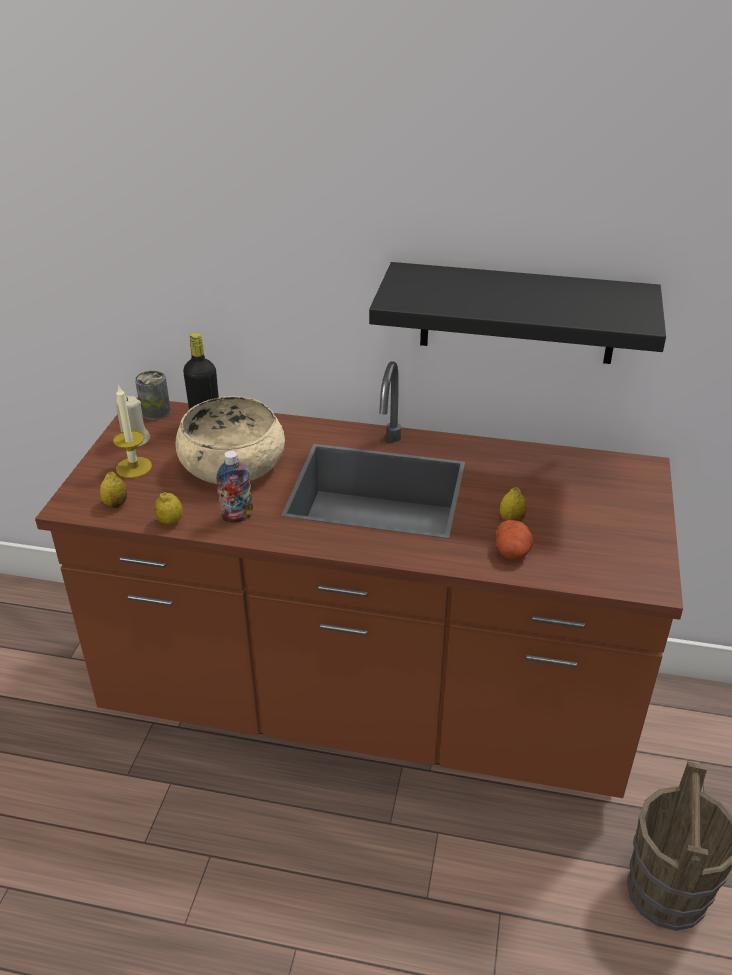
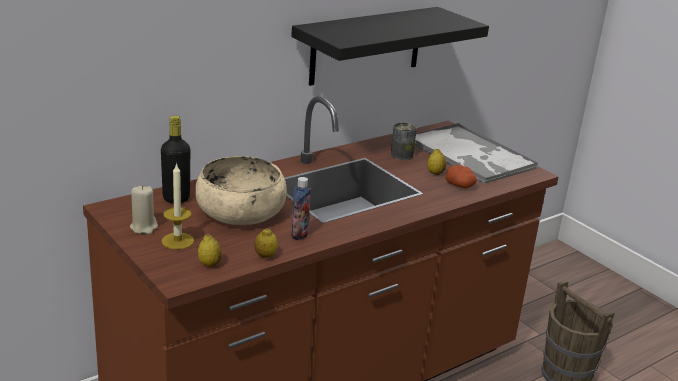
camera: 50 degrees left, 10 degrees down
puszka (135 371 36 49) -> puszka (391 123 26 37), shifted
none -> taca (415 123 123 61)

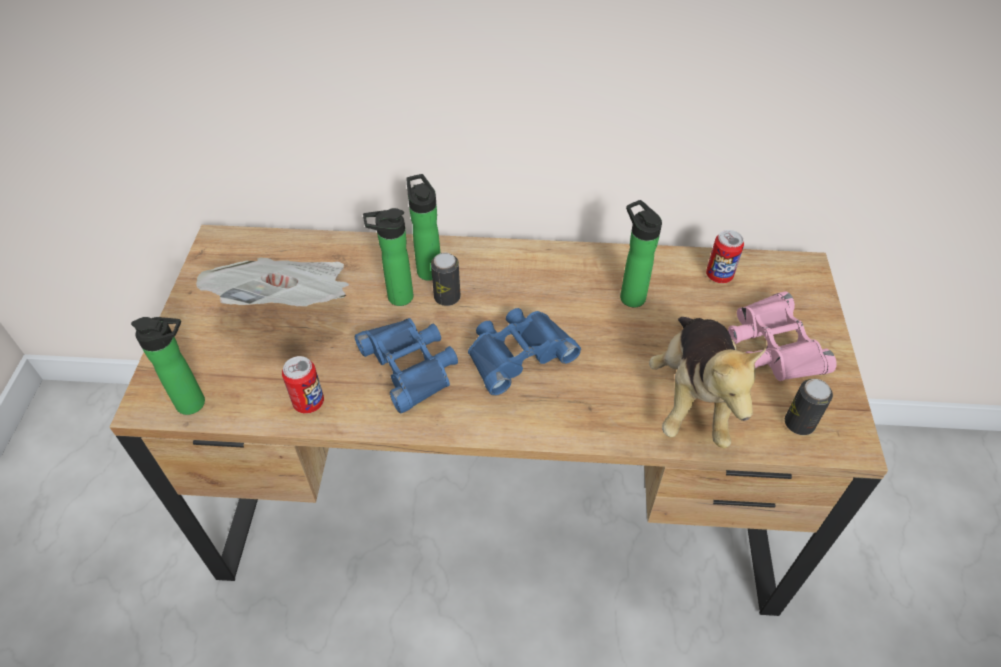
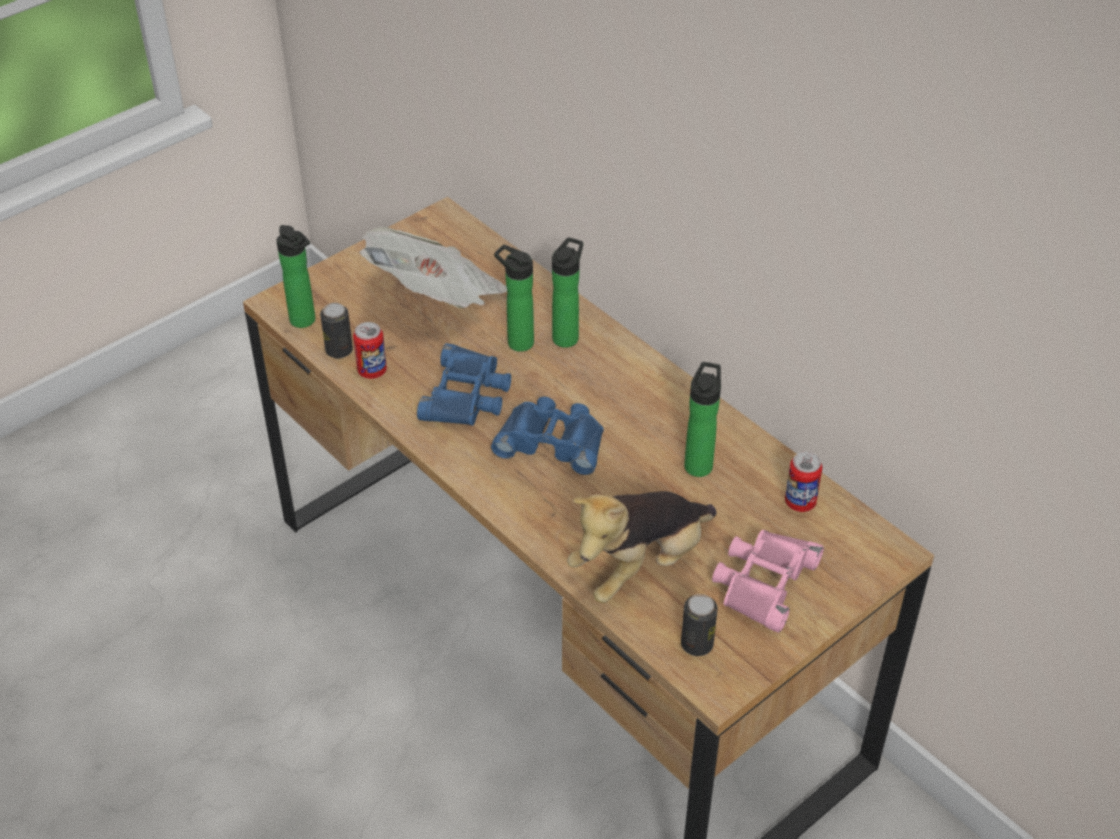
camera: 45 degrees right, 5 degrees down
puszka (431 253 30 53) -> puszka (320 303 33 55), shifted

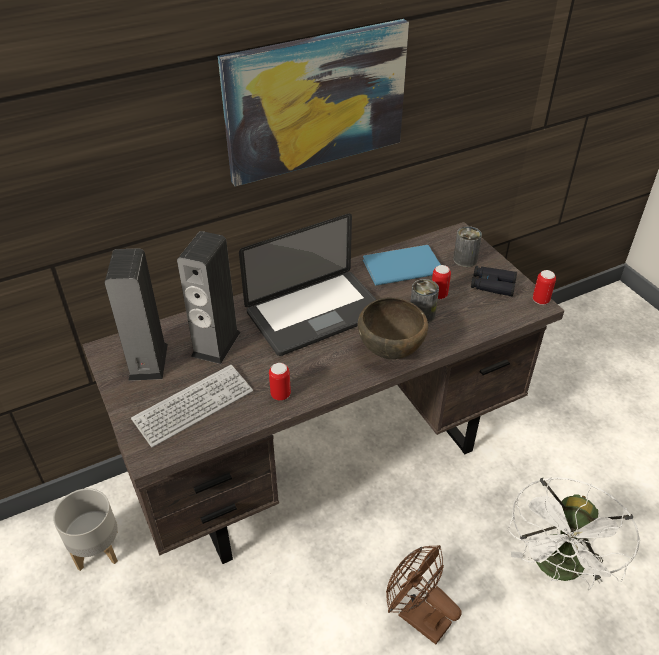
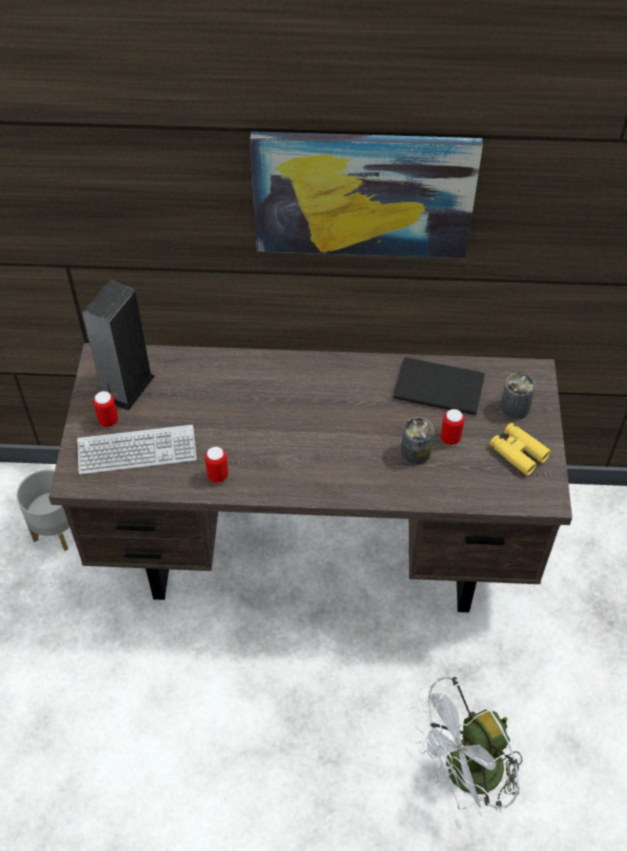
camera: 30 degrees right, 10 degrees up
laptop (239 213 138 143) -> none
głośnik (177 231 63 133) -> none
książka (niebieski) (363 245 78 41) -> książka (czarny) (393 357 92 58)
lornetka (czarny) (471 266 46 30) -> lornetka (żółty) (490 423 61 53)
puszka (533 270 23 35) -> puszka (93 391 25 36), shifted
miska (brązowy) (358 298 70 61) -> none
wentylator (brązowy) (386 545 76 99) -> none

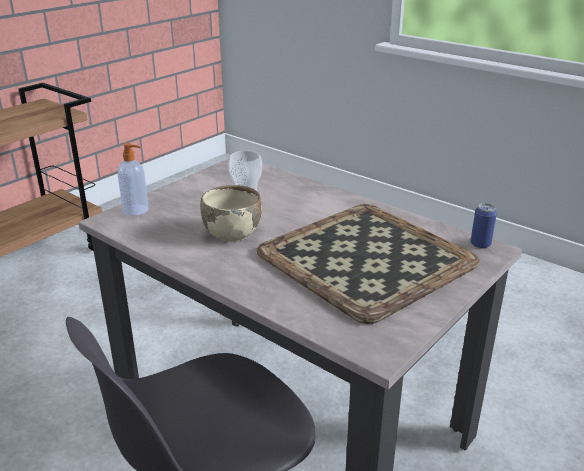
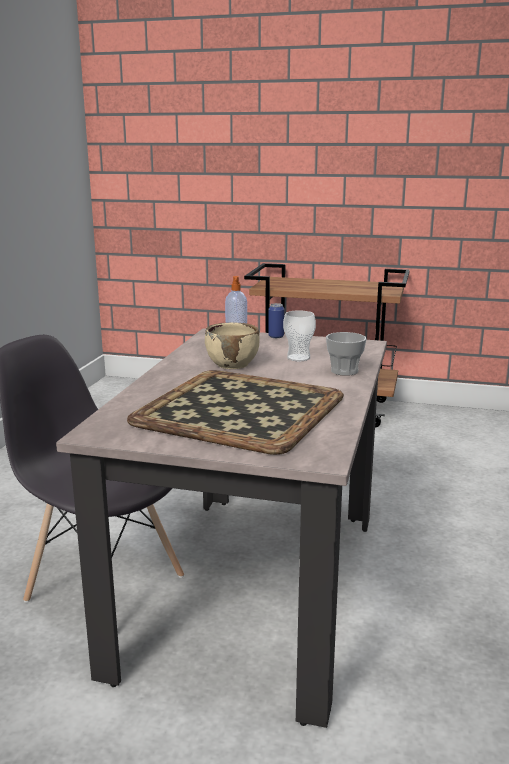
camera: 65 degrees right, 10 degrees down
puszka (471 203 26 46) -> puszka (268 303 16 35), shifted
none -> filiżanka (326 332 41 44)

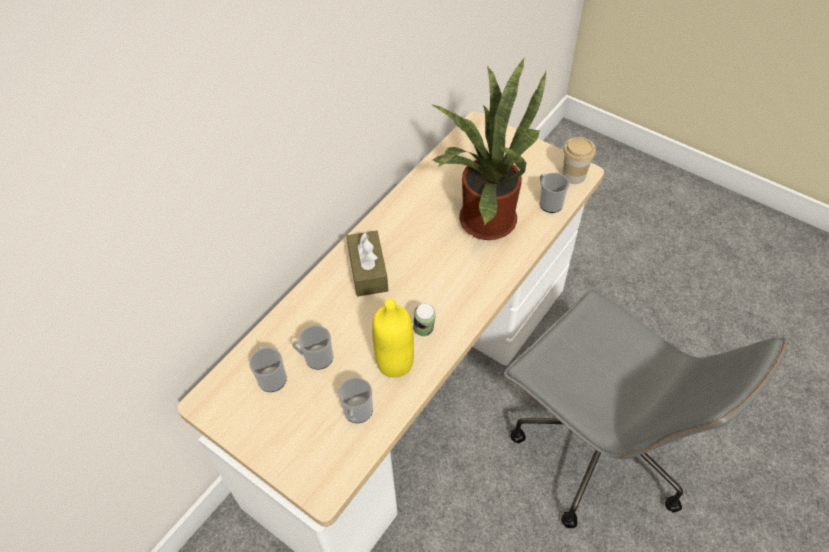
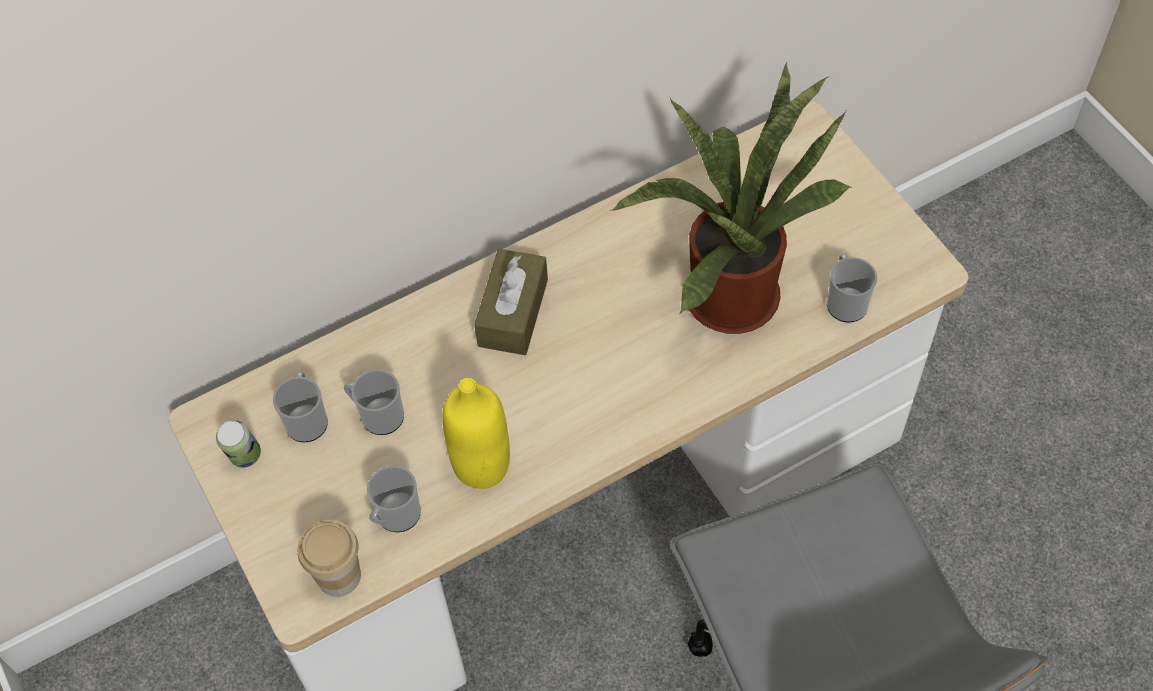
camera: 25 degrees right, 5 degrees up
filiżanka (562 137 34 47) -> filiżanka (298 520 63 77), shifted
puszka (413 303 23 33) -> puszka (216 420 45 48), shifted

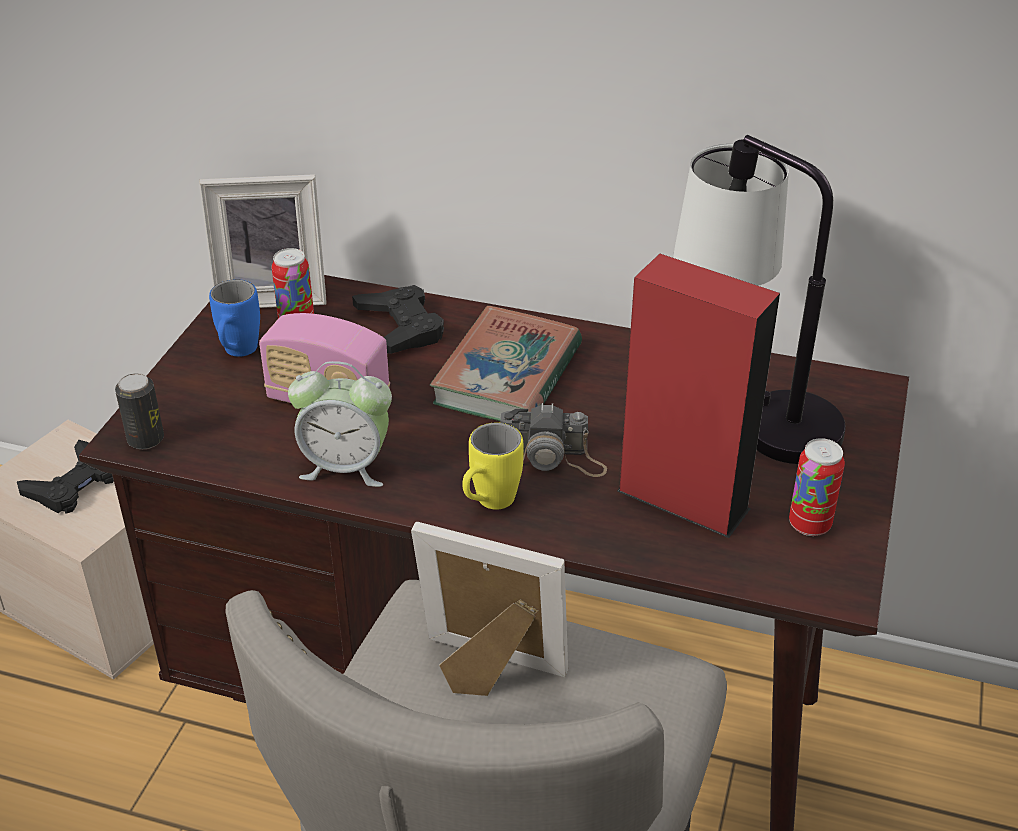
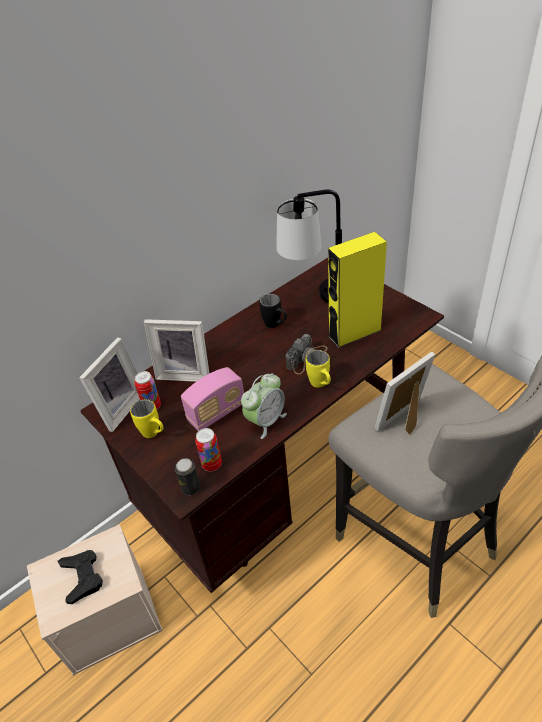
camera: 55 degrees left, 5 degrees up
głośnik (czerwony) (617 254 163 284) -> głośnik (żółty) (328 232 59 116)
kubek (niebieski) (209 279 51 78) -> kubek (żółty) (130 399 33 39)
pad do gier (czarny) (352 285 92 69) -> ramka na zdjęcie (144 319 66 63)
książka (430 306 152 115) -> none
puszka (789 438 56 98) -> puszka (195 428 27 44), shifted
none -> kubek (czarny) (259 294 28 34)

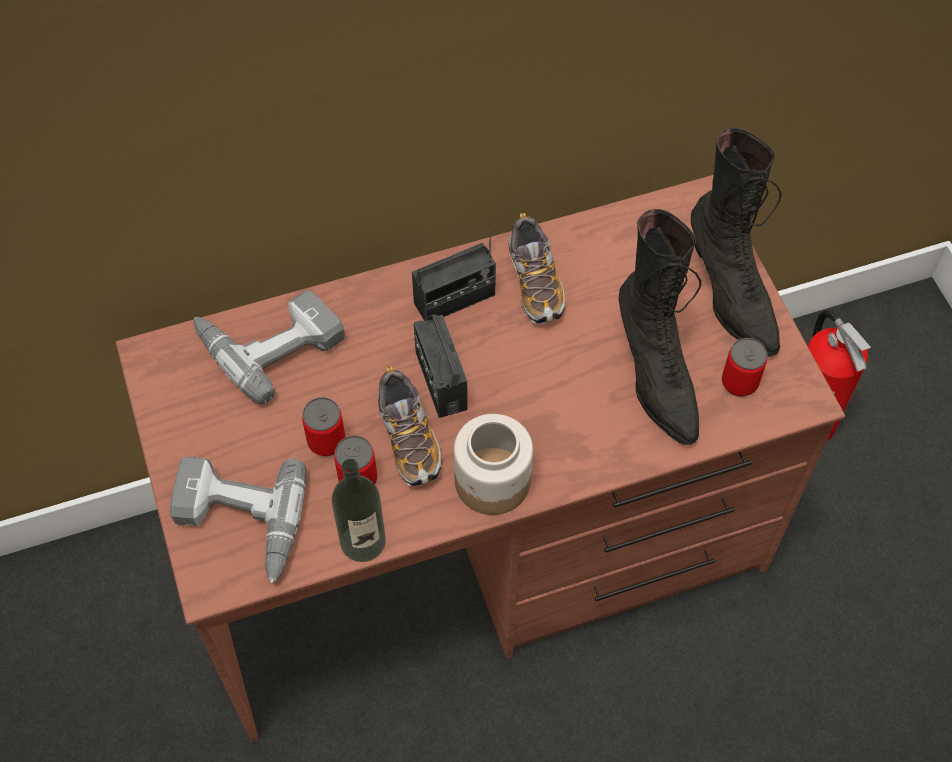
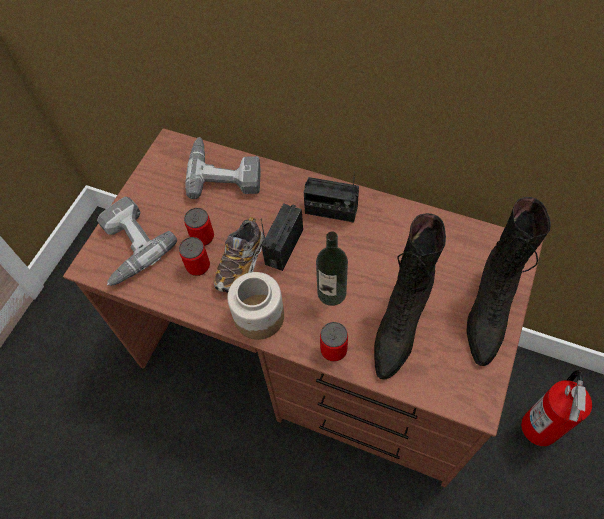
camera: 45 degrees right, 0 degrees up
but (508 213 57 111) -> none
puszka (722 338 46 59) -> puszka (320 322 28 39), shifted
butelka (332 459 54 103) -> butelka (316 232 32 74), shifted

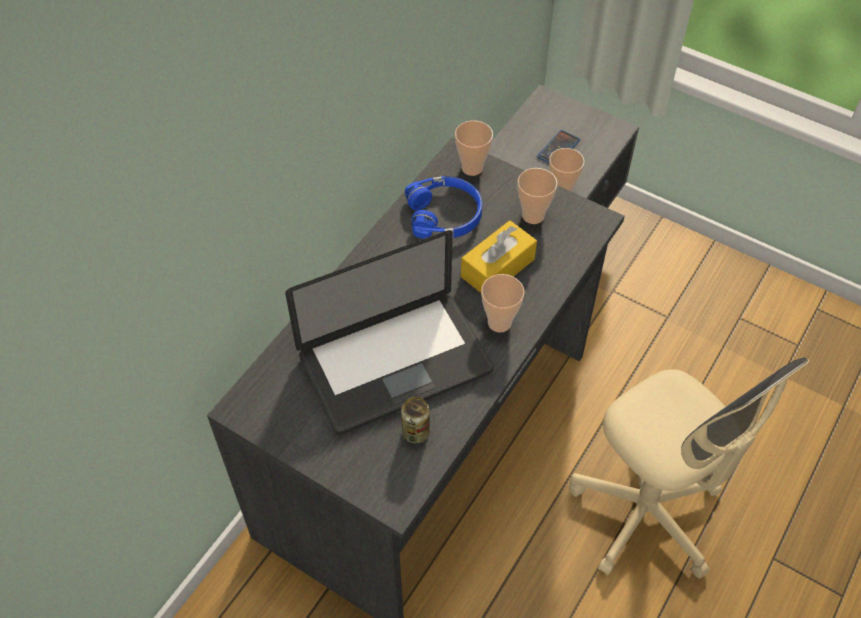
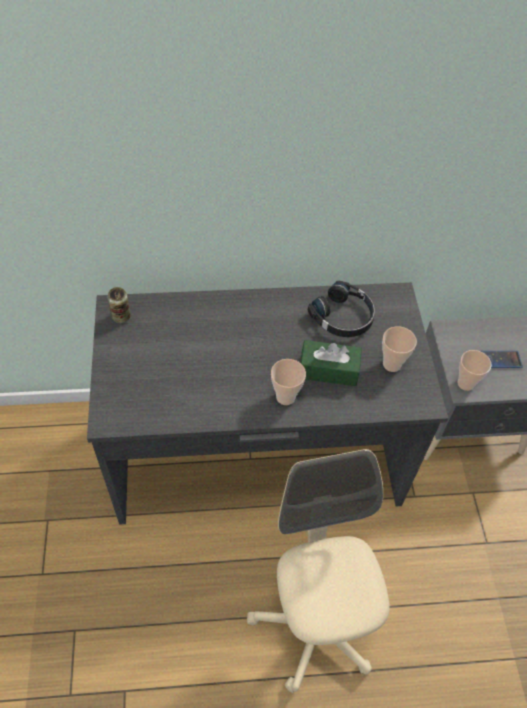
camera: 50 degrees right, 0 degrees up
filiżanka (455 121 38 55) -> none
słuchawki (niebieski) (405 176 78 63) -> słuchawki (czarny) (308 281 67 56)
pudełko chusteczek (żółty) (461 220 76 73) -> pudełko chusteczek (zielony) (300 340 62 46)
laptop (285 230 209 205) -> none
krzesło biurowe (beżowy) (569 358 240 220) -> krzesło biurowe (beżowy) (247 449 143 244), 150 degrees clockwise
puszka (401 397 29 47) -> puszka (107 287 24 36), shifted

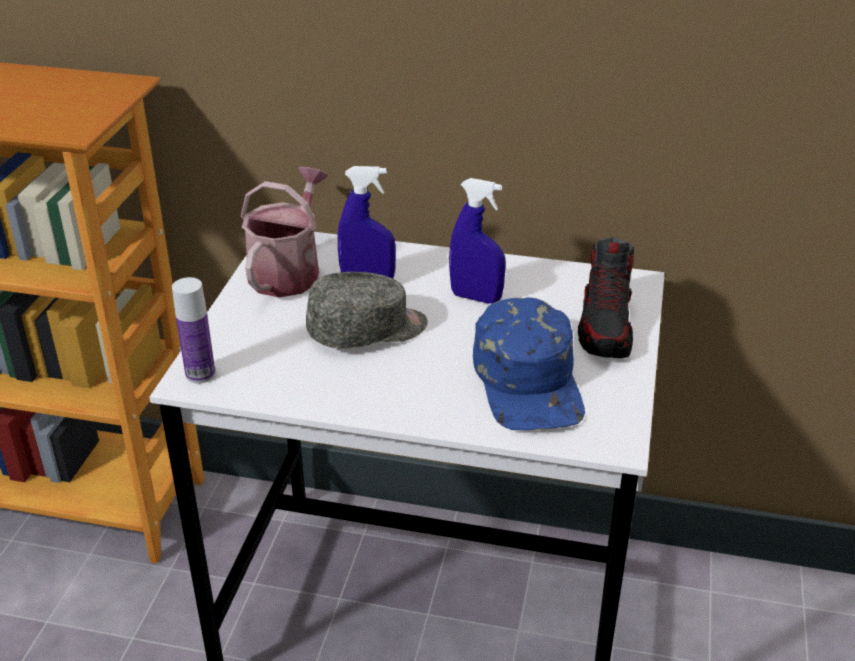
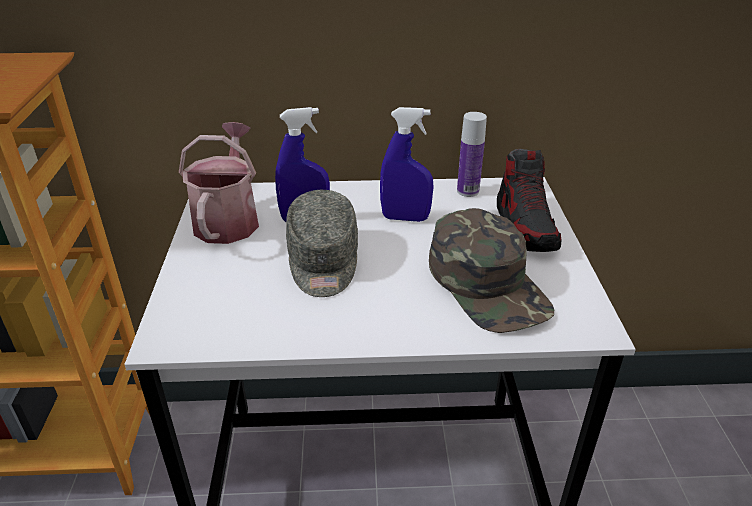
camera: 15 degrees left, 0 degrees up
czapka z daszkiem (szary) (306 272 122 76) -> czapka z daszkiem (szary) (286 190 72 107), 120 degrees clockwise
butelka (172 277 43 106) -> butelka (457 112 30 85), shifted
czapka z daszkiem (niebieski) (473 297 112 133) -> czapka z daszkiem (zielony) (429 208 125 125)

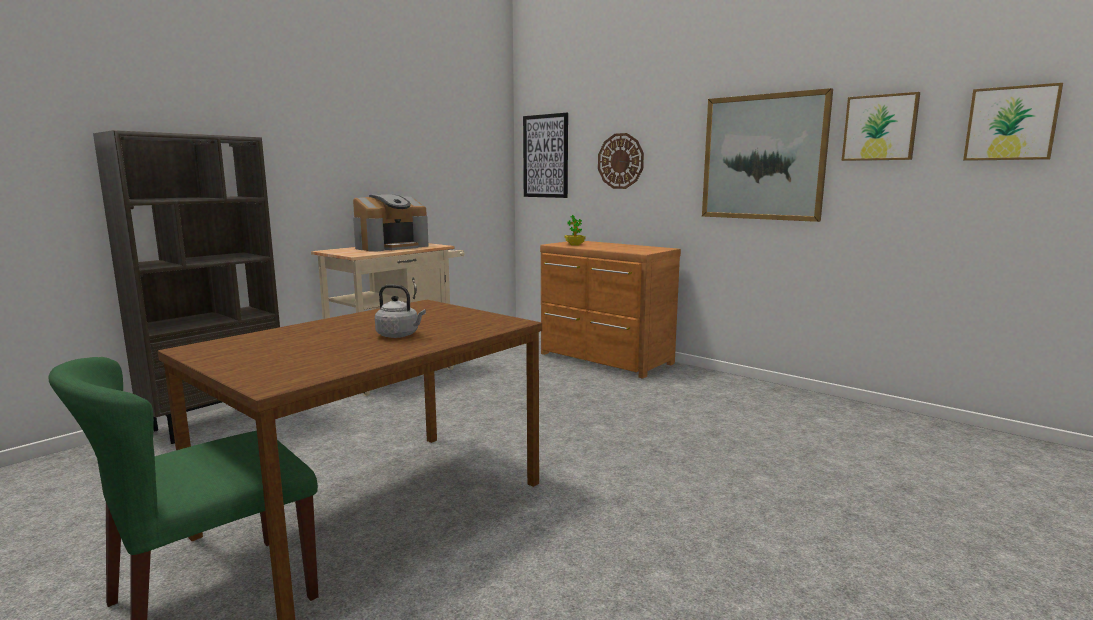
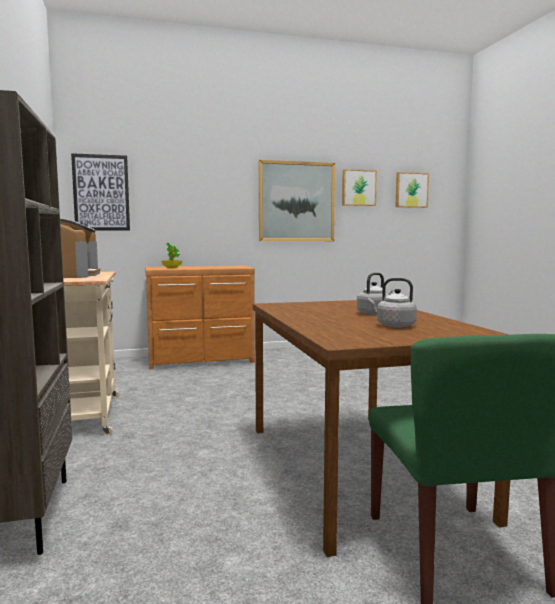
camera: 55 degrees left, 5 degrees down
zegar ścienny (598 133 46 56) -> none
none -> czajnik (szary) (368 278 49 50)

